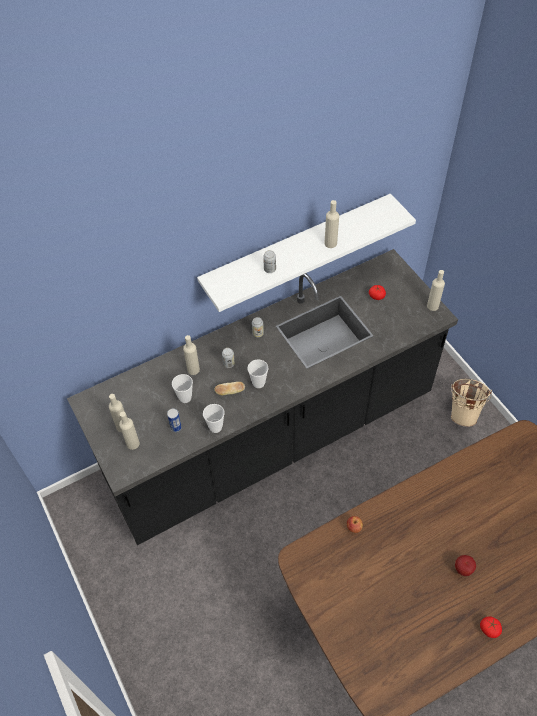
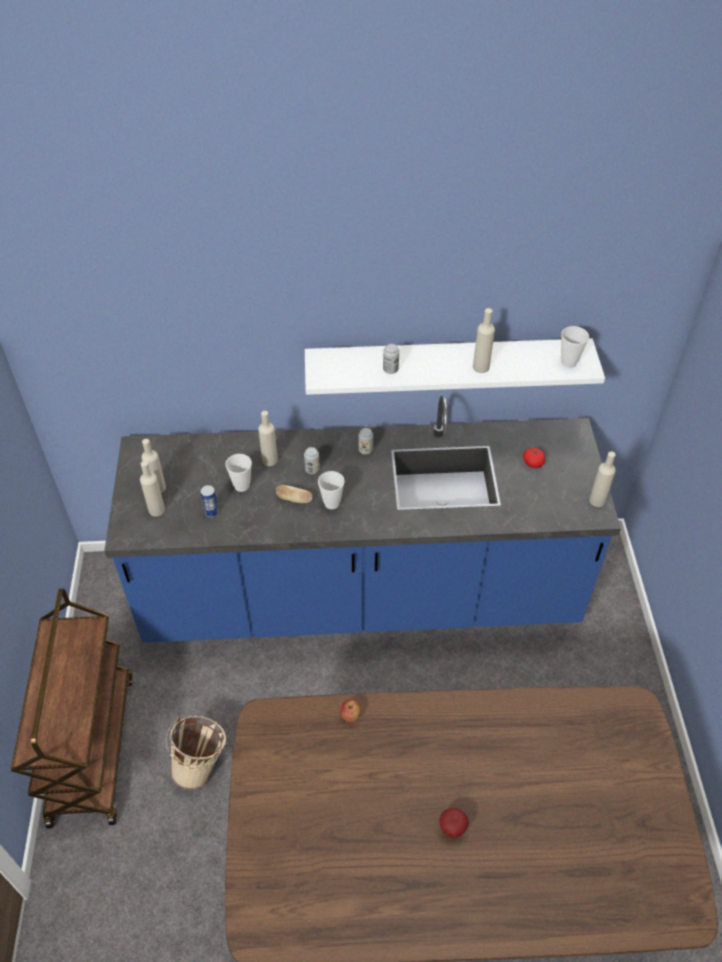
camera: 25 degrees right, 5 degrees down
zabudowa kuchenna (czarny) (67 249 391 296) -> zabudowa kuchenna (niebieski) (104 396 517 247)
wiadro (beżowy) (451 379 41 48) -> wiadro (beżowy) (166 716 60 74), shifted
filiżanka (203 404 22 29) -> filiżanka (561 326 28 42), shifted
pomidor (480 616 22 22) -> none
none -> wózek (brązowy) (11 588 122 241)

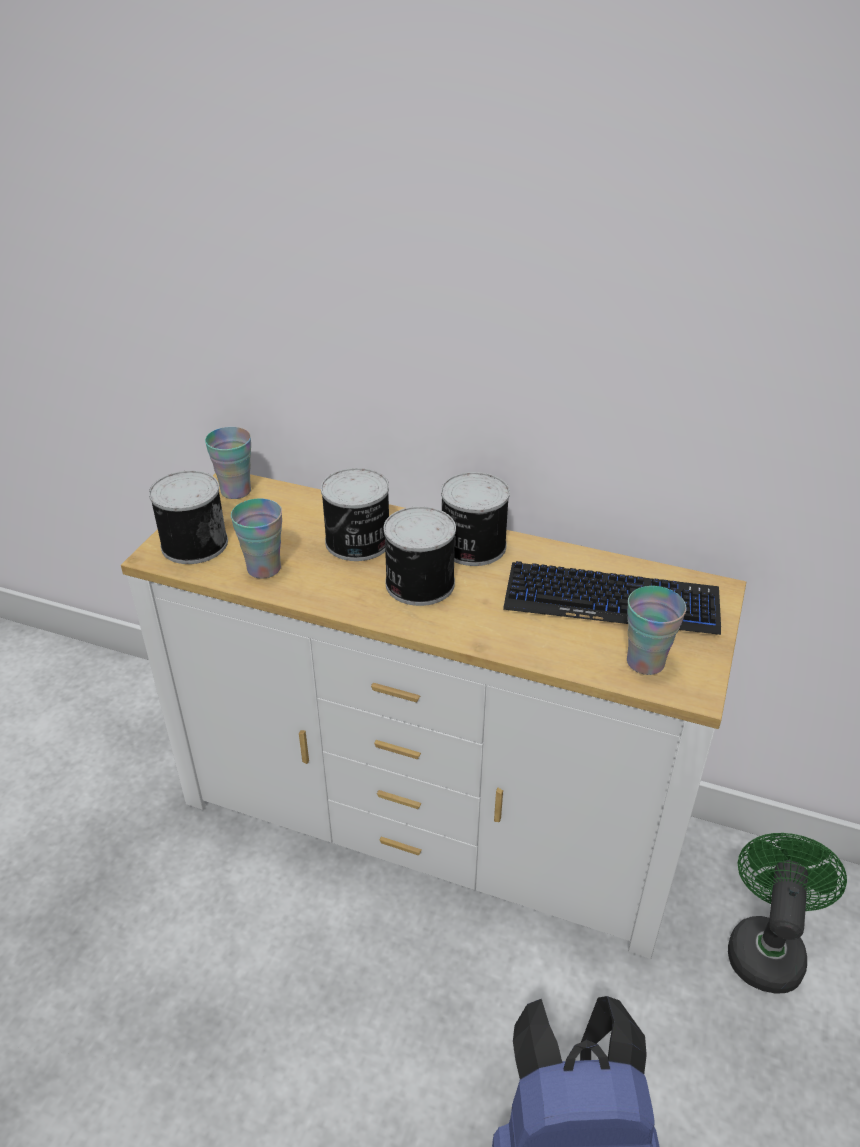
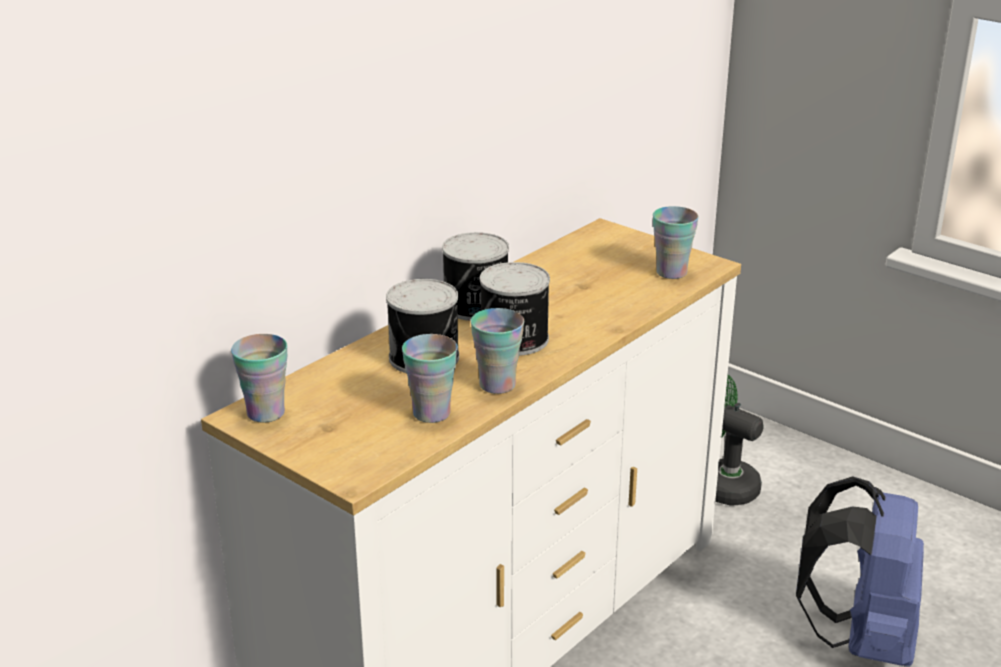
camera: 70 degrees left, 10 degrees down
puszka (149 471 79 93) -> none
klawiatura (503 561 218 74) -> none
none -> filiżanka (471 308 53 86)

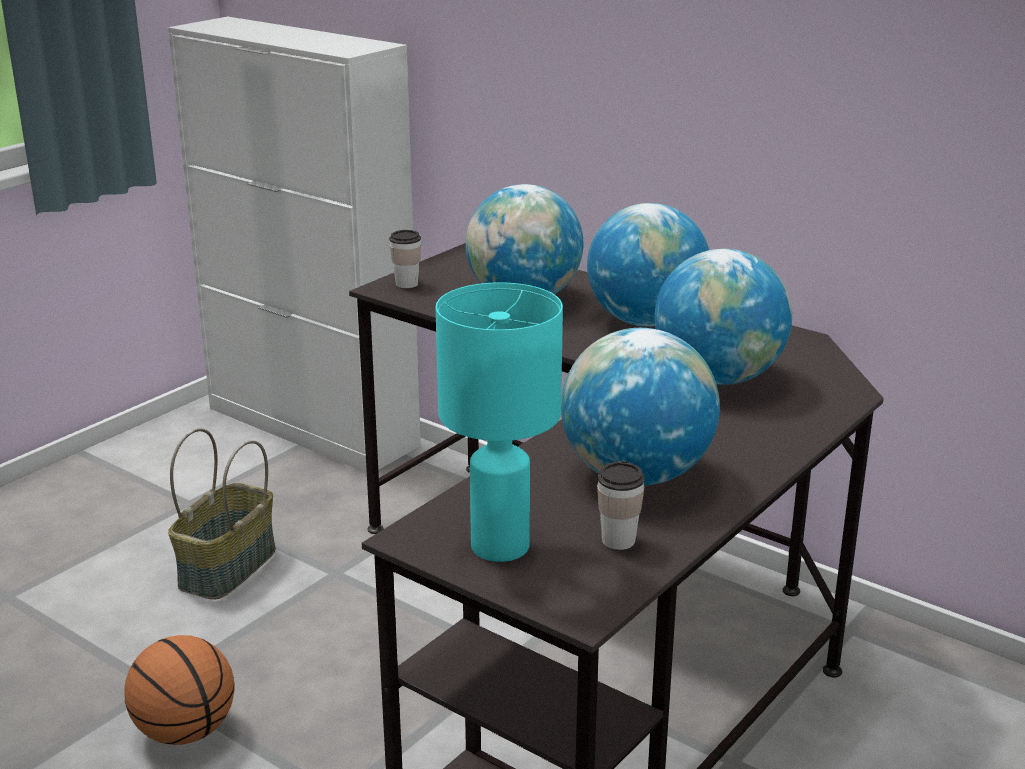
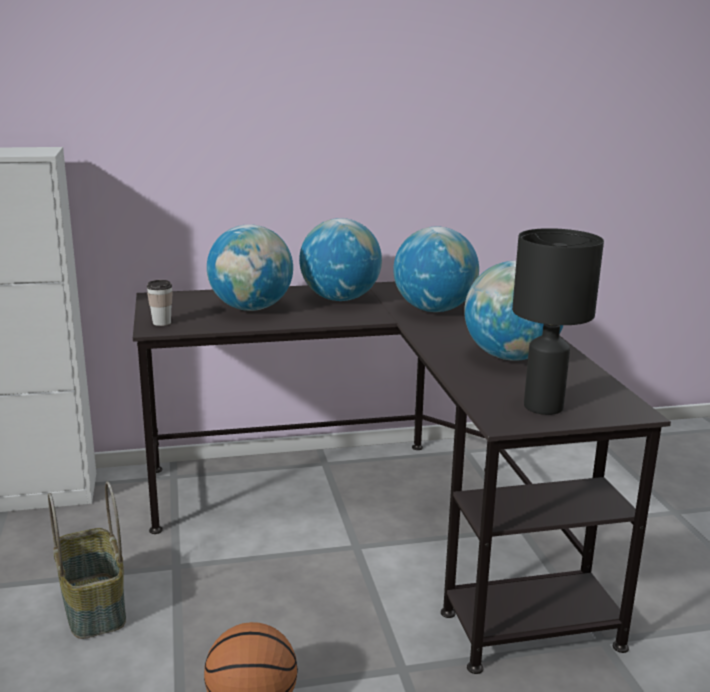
camera: 50 degrees left, 5 degrees down
lampa stołowa (turkusowy) (436 283 127 279) -> lampa stołowa (czarny) (512 228 92 187)
filiżanka (597 461 48 89) -> none

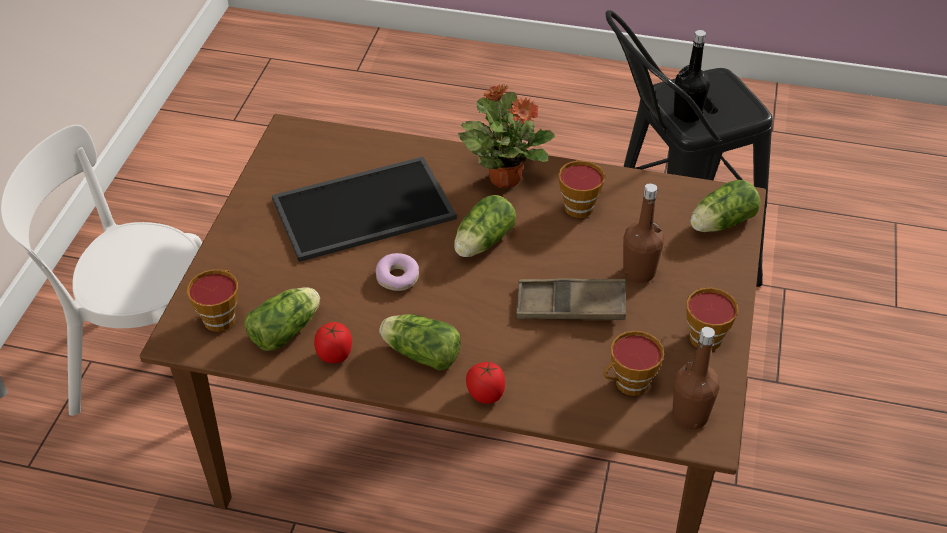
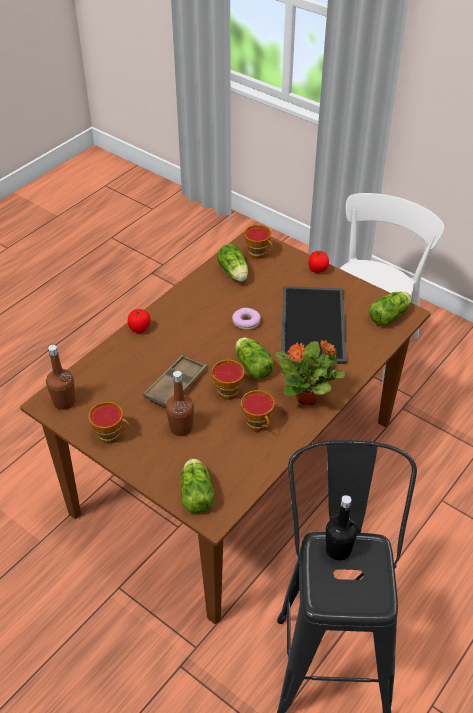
camera: 115 degrees right, 0 degrees up
sałata (379 314 81 56) -> sałata (369 292 42 34), shifted
pomidor (314 322 38 41) -> pomidor (308 251 21 22), shifted
filiżanka (604 331 60 65) -> filiżanka (212 359 33 41), shifted

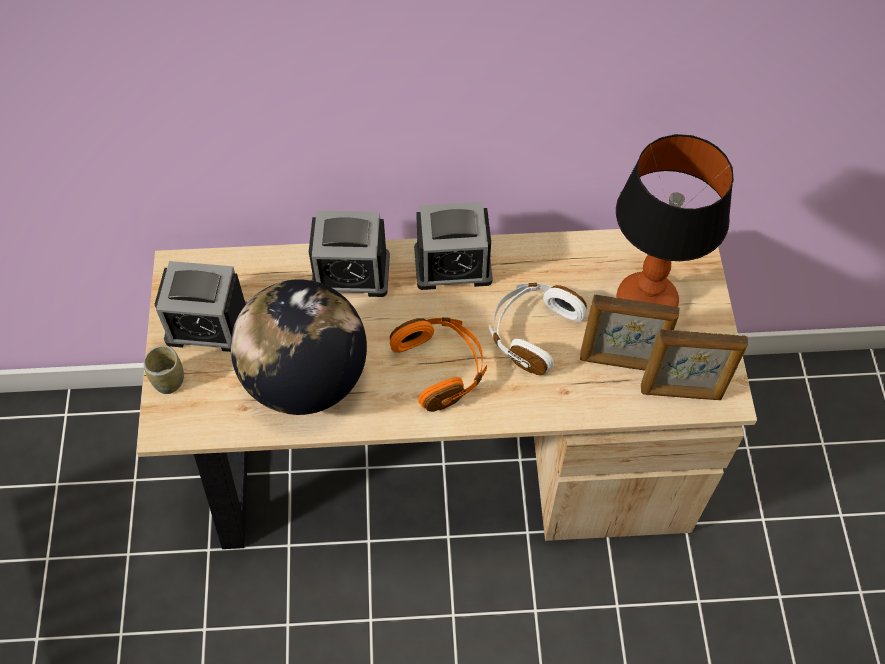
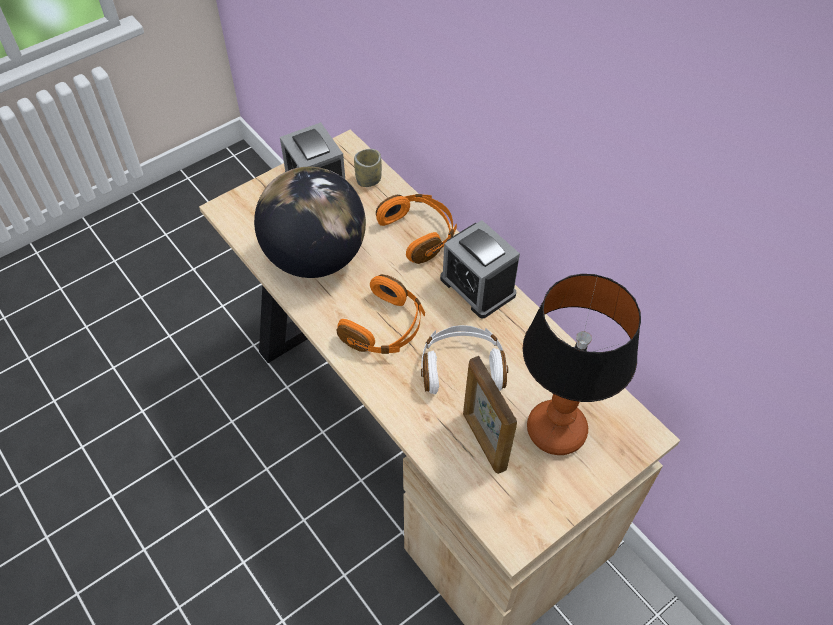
camera: 55 degrees right, 5 degrees down
budzik (309 211 81 86) -> słuchawki (pomarańczowy) (376 194 81 70)
ramka na zdjęcie (641 329 107 71) -> none
filiżanka (144 345 40 49) -> filiżanka (354 149 28 38), shifted

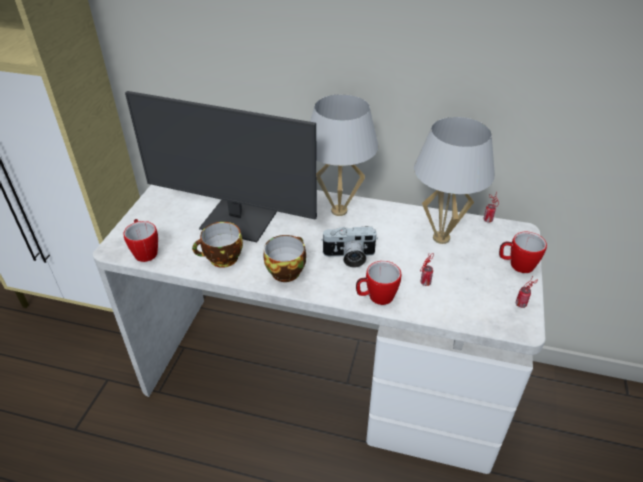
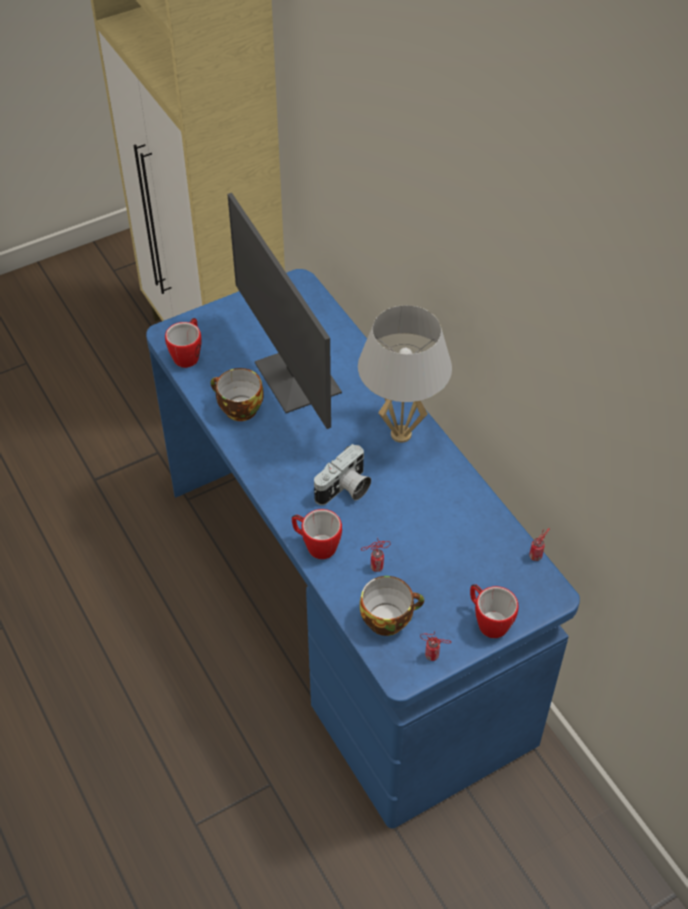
camera: 45 degrees right, 10 degrees up
lampa stołowa (biały) (414 117 81 127) -> none
biurko (biały) (93 185 452 289) -> biurko (niebieski) (146 269 434 559)
aparat fotograficzny (321 226 57 42) -> aparat fotograficzny (314 444 57 61), 90 degrees counterclockwise
filiżanka (263 235 43 47) -> filiżanka (360 576 64 60), shifted

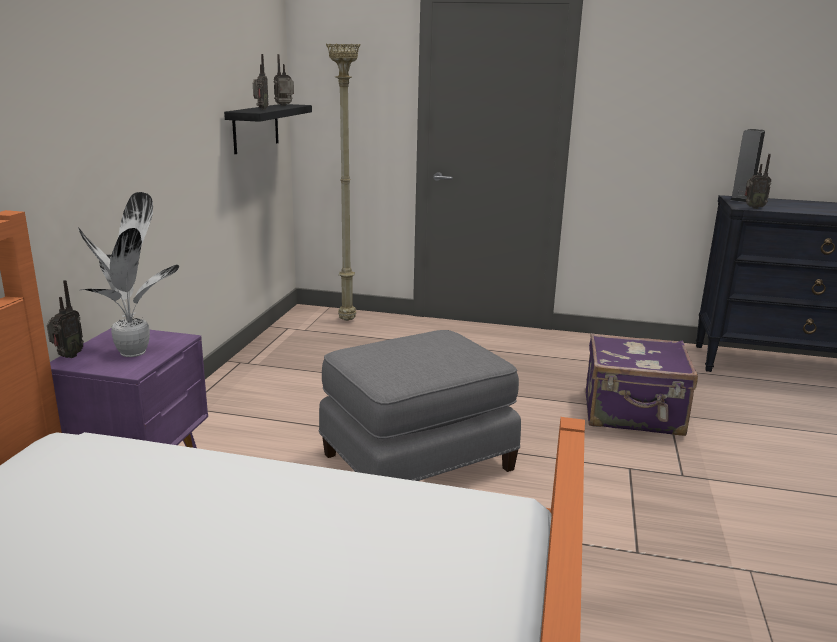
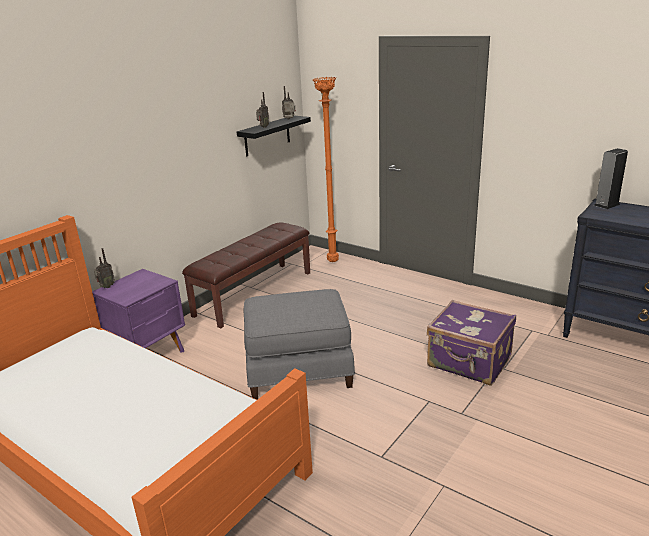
camera: 25 degrees right, 5 degrees up
lampa stojąca (beżowy) (326 43 35 278) -> lampa stojąca (pomarańczowy) (313 77 26 185)
radio (745 154 26 55) -> none
roślina doniczkowa (78 192 101 165) -> none
none -> ławka (brązowy) (182 223 128 105)

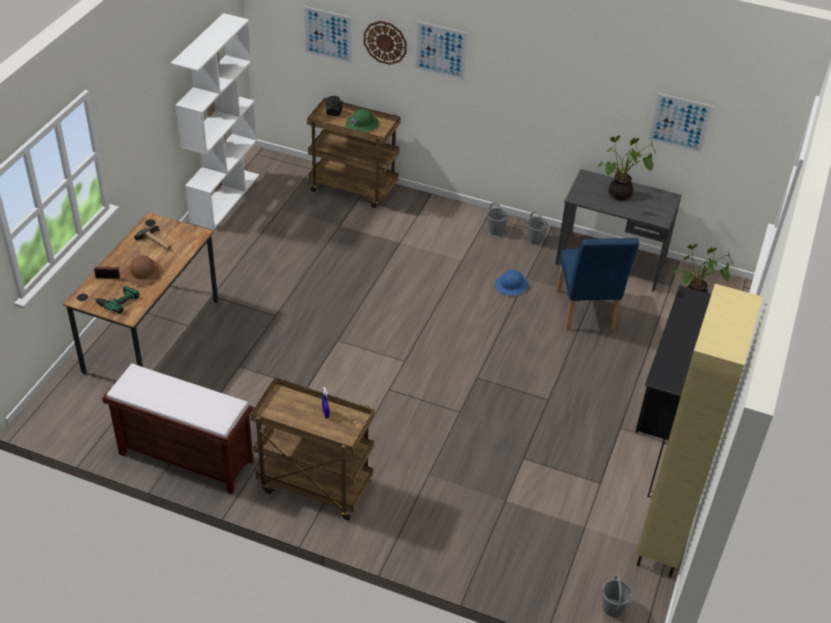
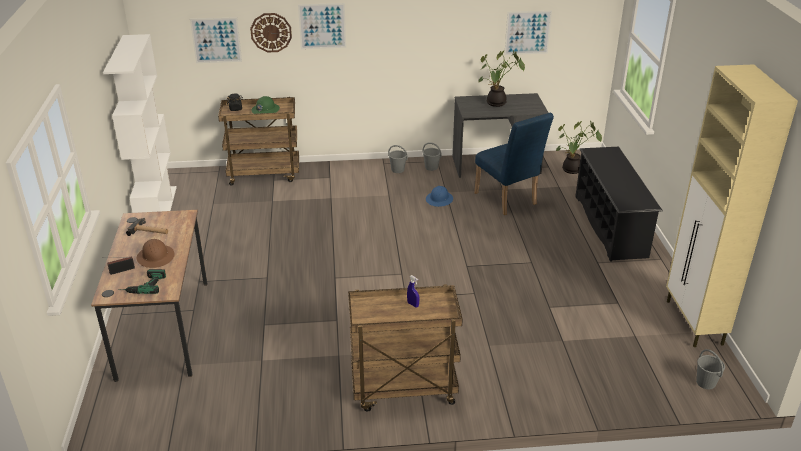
camera: 25 degrees left, 10 degrees down
ławka (brązowy) (102 363 152 131) -> none

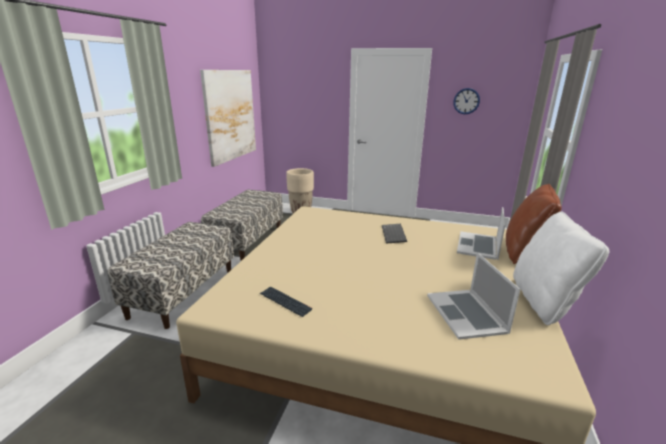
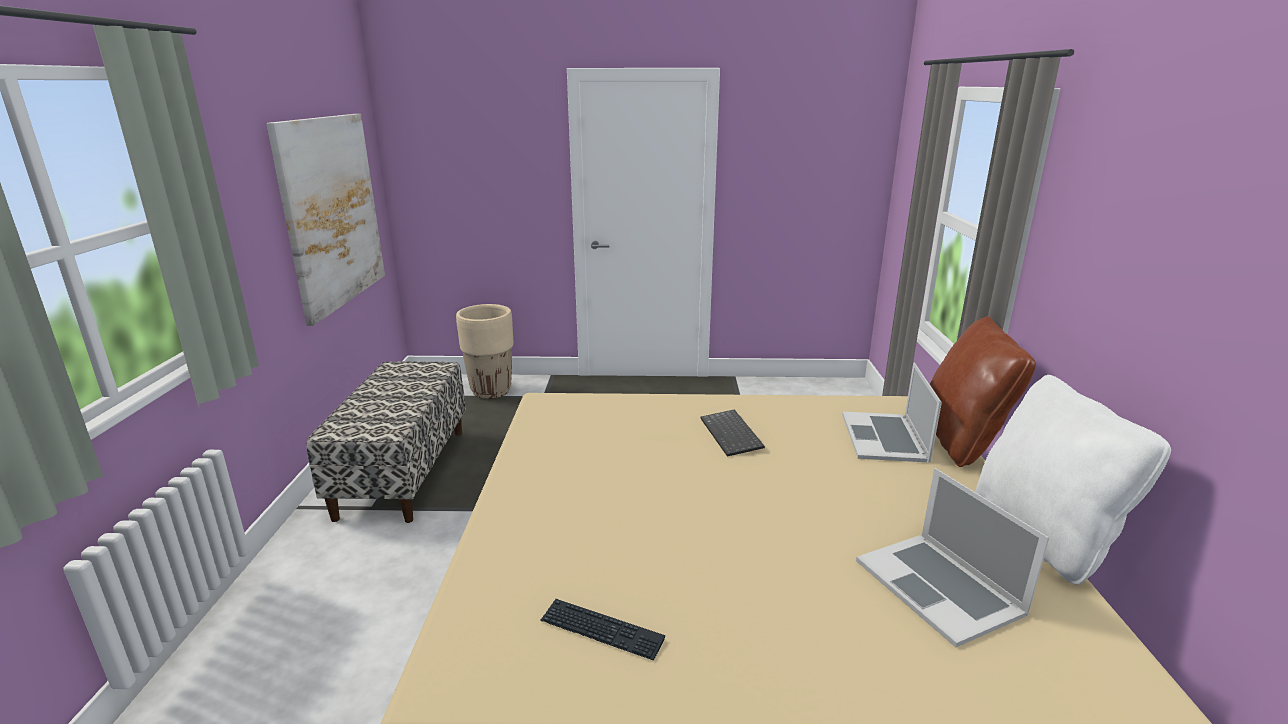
camera: 15 degrees left, 0 degrees up
zegar ścienny (453 88 27 26) -> none
ławka (108 222 126 107) -> none

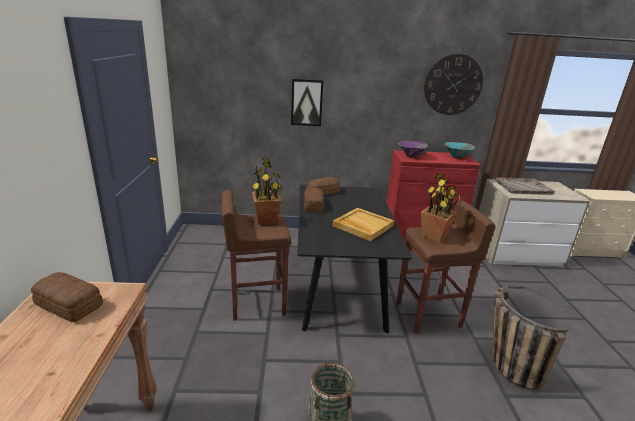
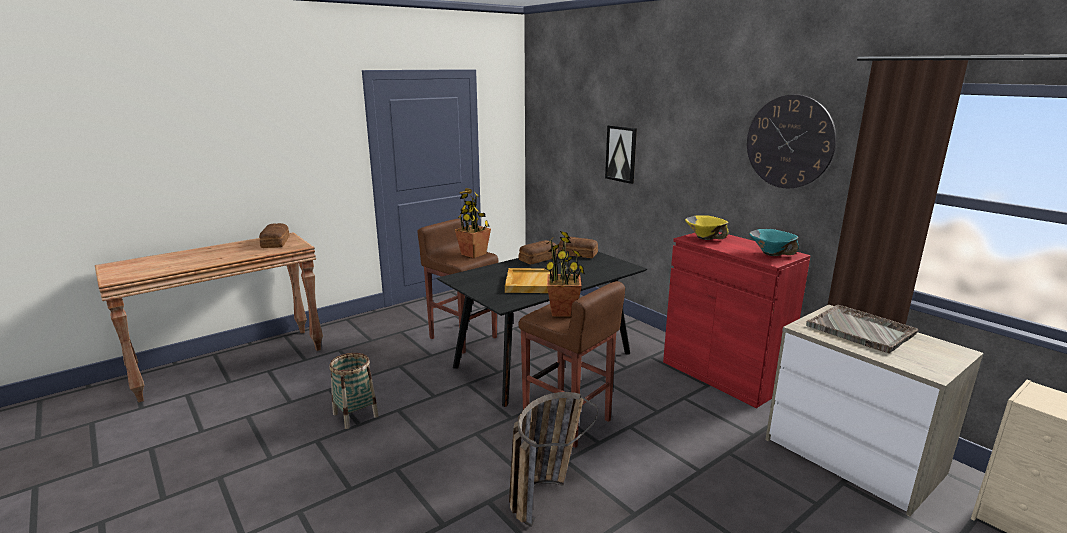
camera: 55 degrees right, 5 degrees down
miska (fioletowy) (398 141 30 17) -> miska (żółty) (685 215 44 25)

